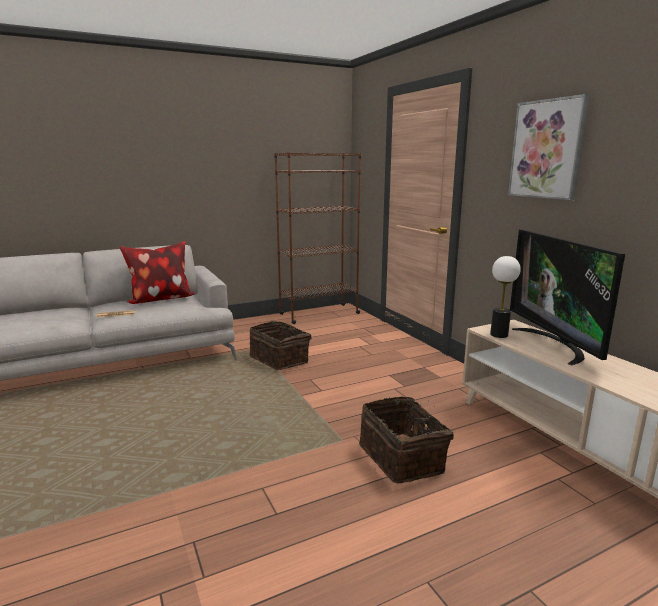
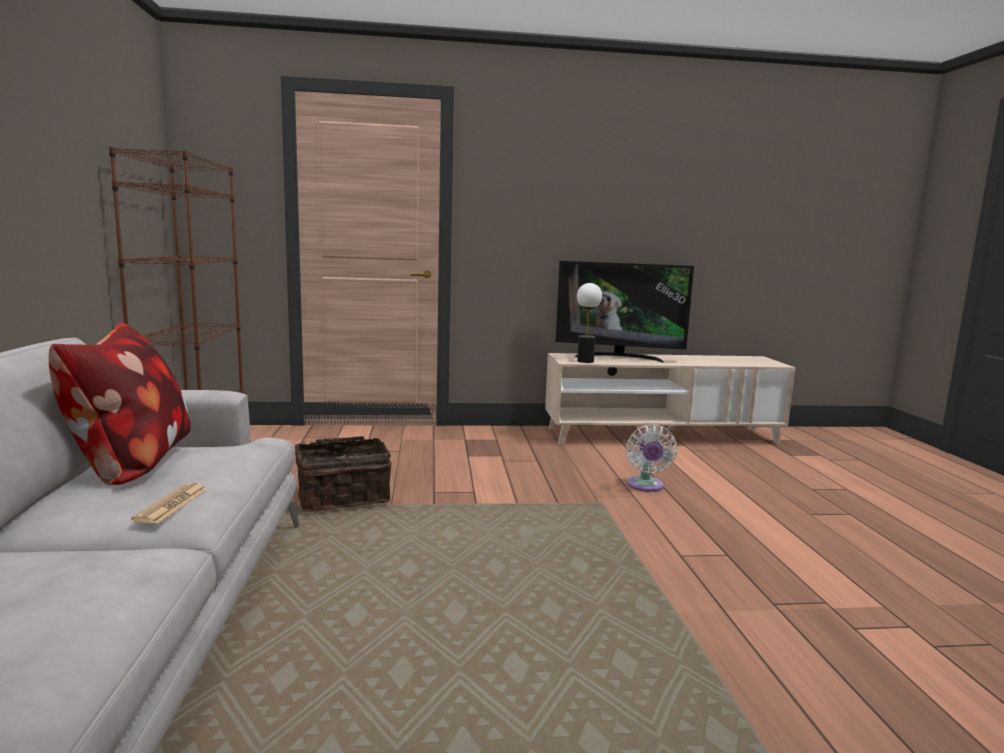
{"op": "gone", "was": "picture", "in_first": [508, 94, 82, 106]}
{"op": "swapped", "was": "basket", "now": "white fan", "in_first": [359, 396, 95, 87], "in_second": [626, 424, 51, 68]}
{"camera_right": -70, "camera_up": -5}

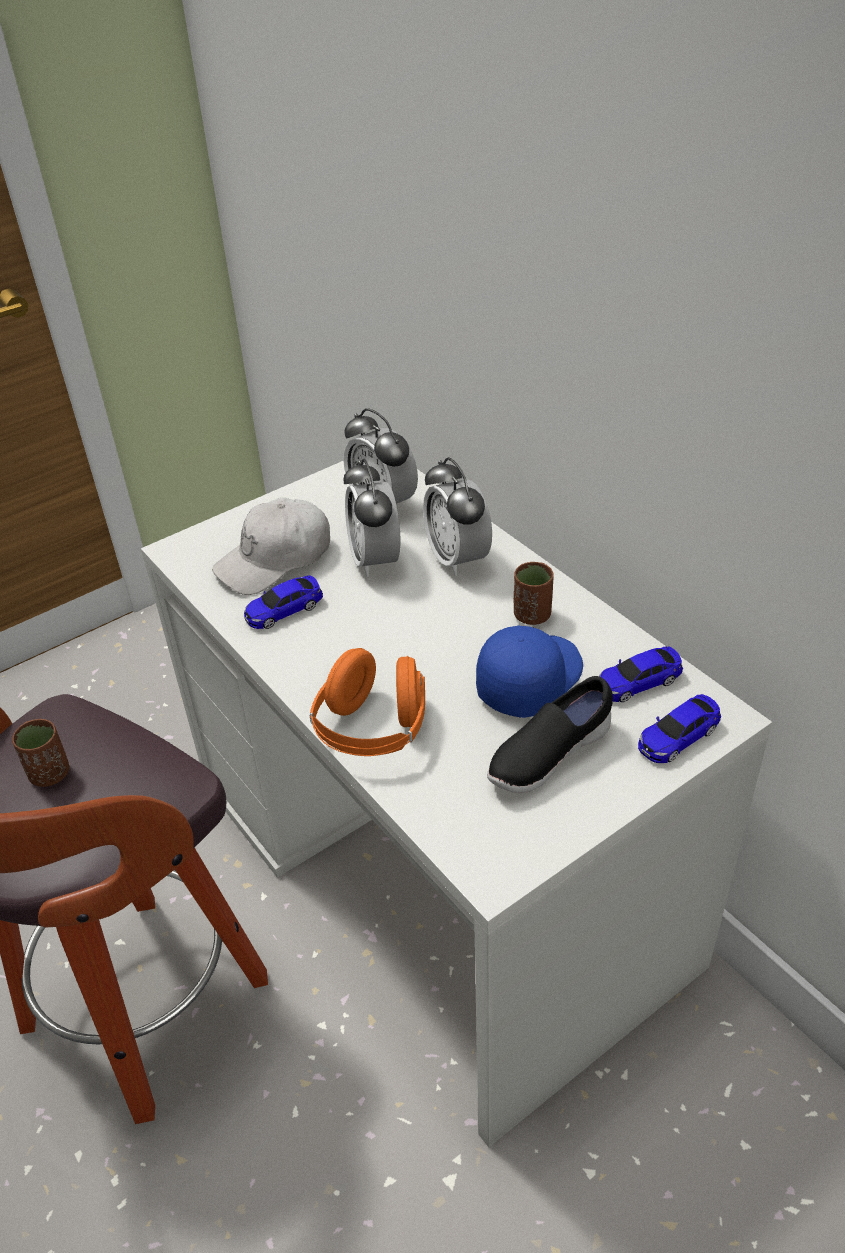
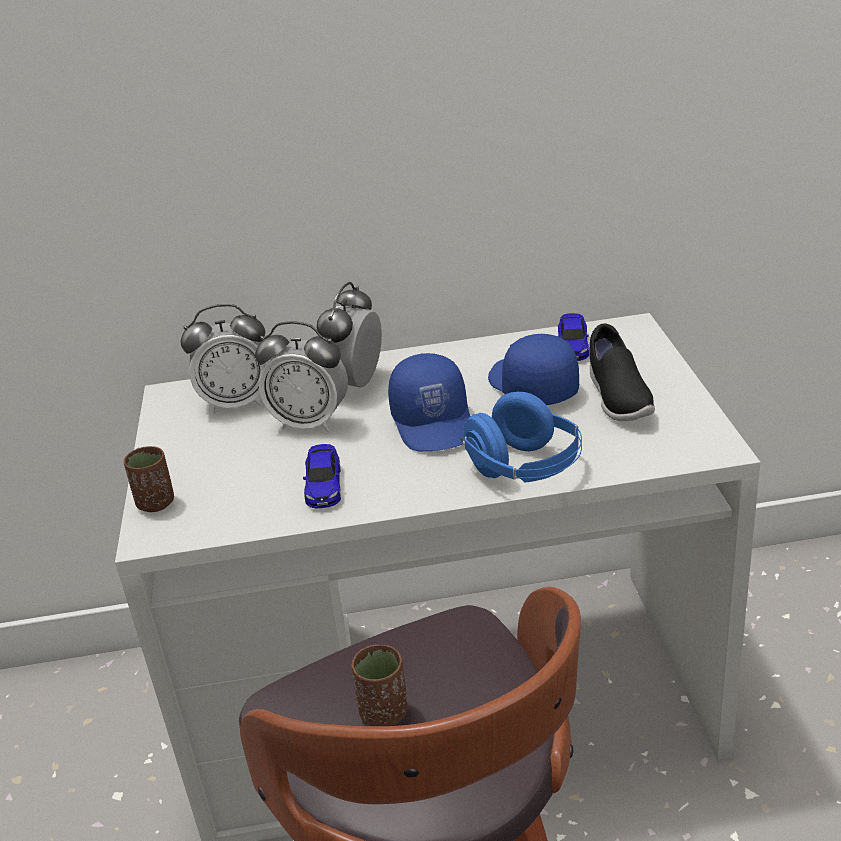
{"op": "rotated", "was": "alarm clock", "in_first": [423, 457, 69, 119], "in_second": [317, 282, 65, 106], "clockwise": 105}
{"op": "gone", "was": "white cap", "in_first": [212, 498, 118, 97]}
{"op": "shifted", "was": "brown cup", "in_first": [514, 562, 40, 63], "in_second": [124, 446, 50, 66]}
{"op": "repainted", "was": "orange headphones", "now": "blue headphones", "in_first": [310, 648, 115, 108], "in_second": [460, 392, 122, 91]}
{"op": "gone", "was": "toy car", "in_first": [638, 694, 83, 69]}
{"op": "new", "now": "blue cap", "in_second": [388, 353, 82, 98]}
{"camera_right": -60, "camera_up": -10}

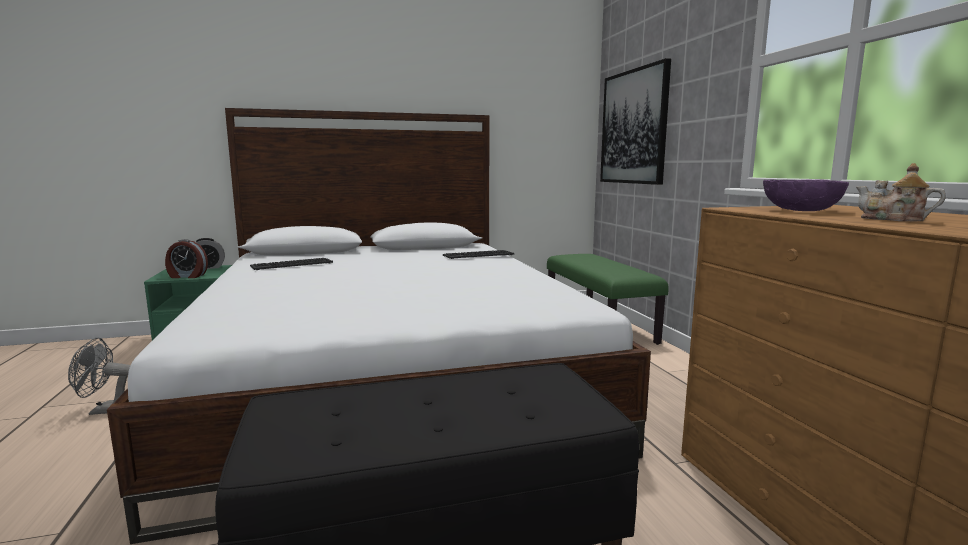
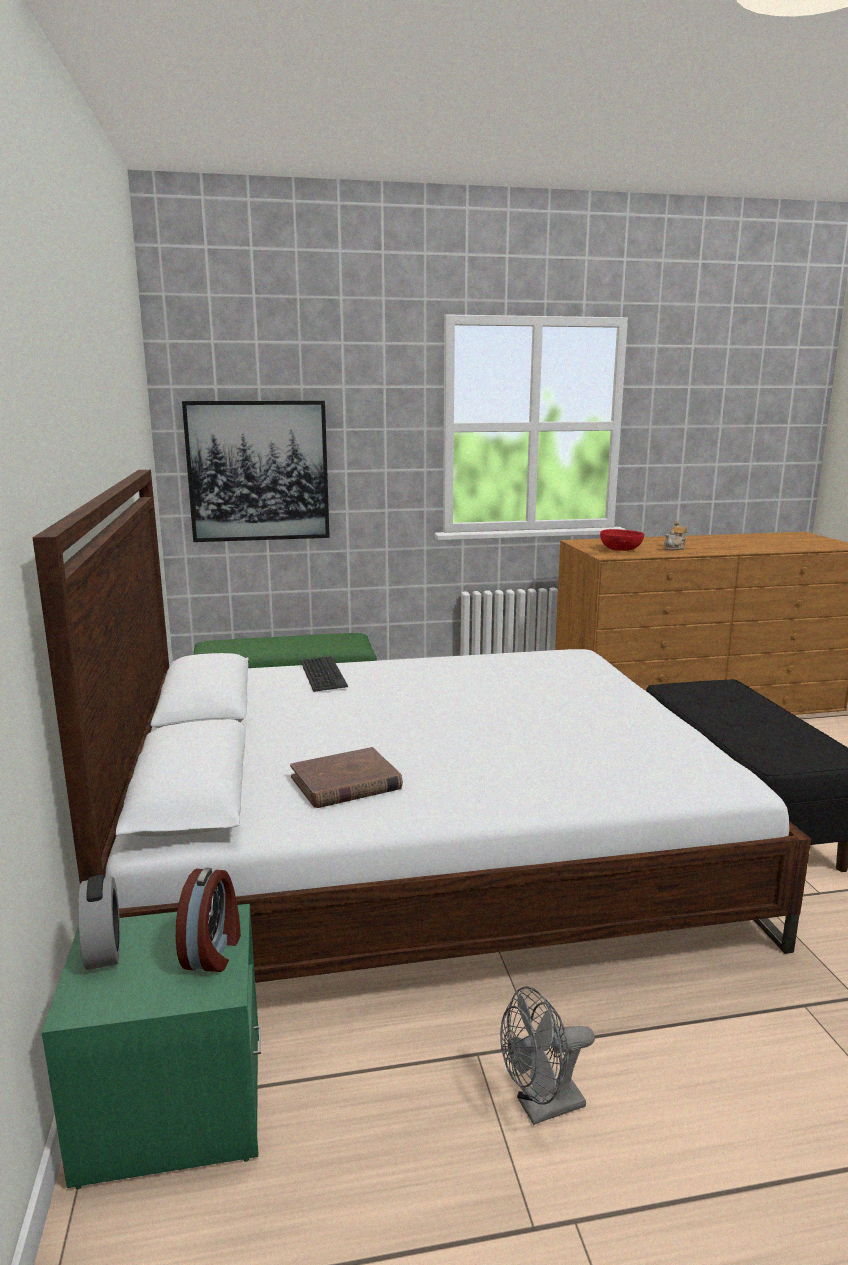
{"op": "repainted", "was": "purple bowl", "now": "red bowl", "in_first": [763, 179, 86, 32], "in_second": [600, 529, 44, 22]}
{"op": "swapped", "was": "keyboard", "now": "brown book", "in_first": [250, 258, 83, 12], "in_second": [290, 747, 113, 61]}
{"op": "rotated", "was": "grey fan", "in_first": [68, 338, 63, 77], "in_second": [500, 986, 95, 139], "clockwise": 75}
{"camera_right": -85, "camera_up": 5}

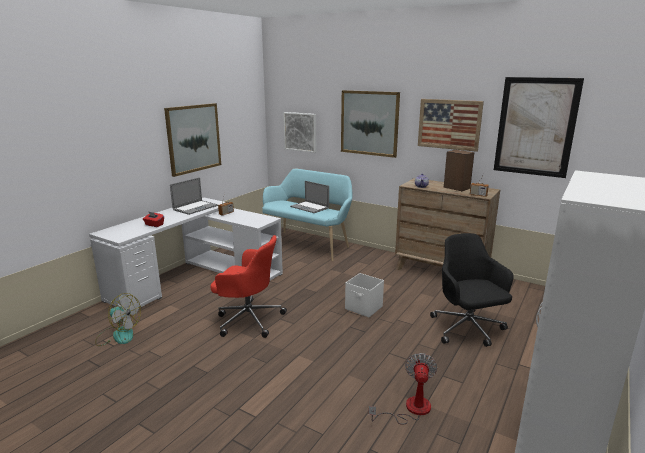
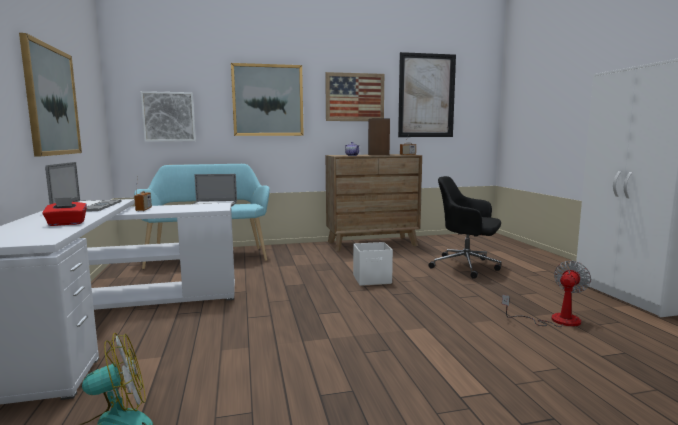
{"op": "gone", "was": "red office chair", "in_first": [210, 235, 77, 103]}
{"op": "rotated", "was": "fan", "in_first": [369, 353, 68, 72], "in_second": [502, 261, 89, 66], "clockwise": 75}
{"camera_right": -45, "camera_up": -10}

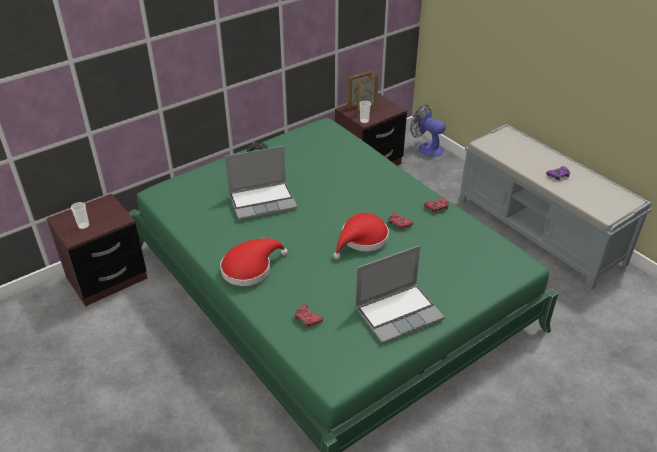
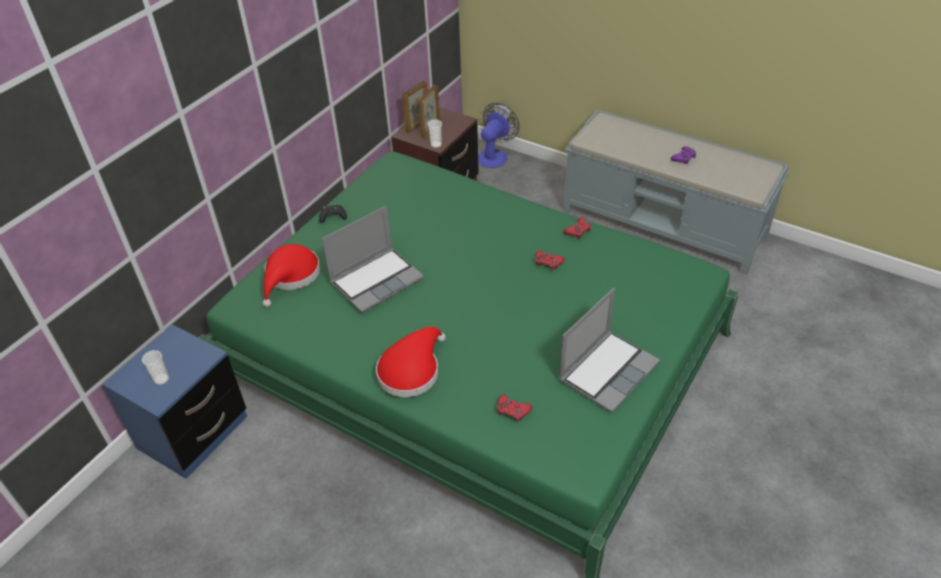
{"op": "rotated", "was": "fan", "in_first": [410, 105, 36, 52], "in_second": [478, 103, 42, 65], "clockwise": 105}
{"op": "repainted", "was": "brown nightstand", "now": "blue nightstand", "in_first": [46, 194, 101, 112], "in_second": [102, 324, 145, 155]}
{"op": "shifted", "was": "red hat", "in_first": [333, 213, 56, 46], "in_second": [263, 244, 57, 63]}
{"camera_right": -20, "camera_up": 5}

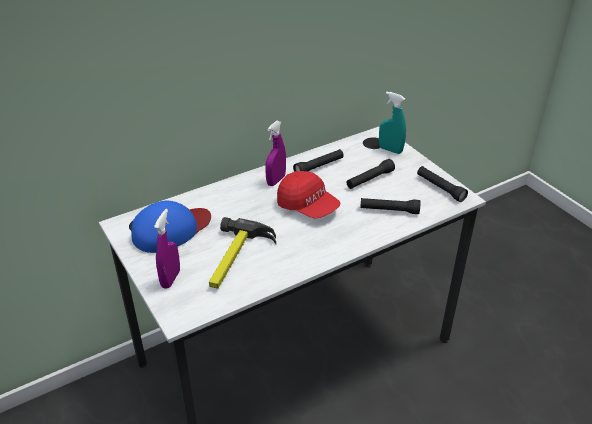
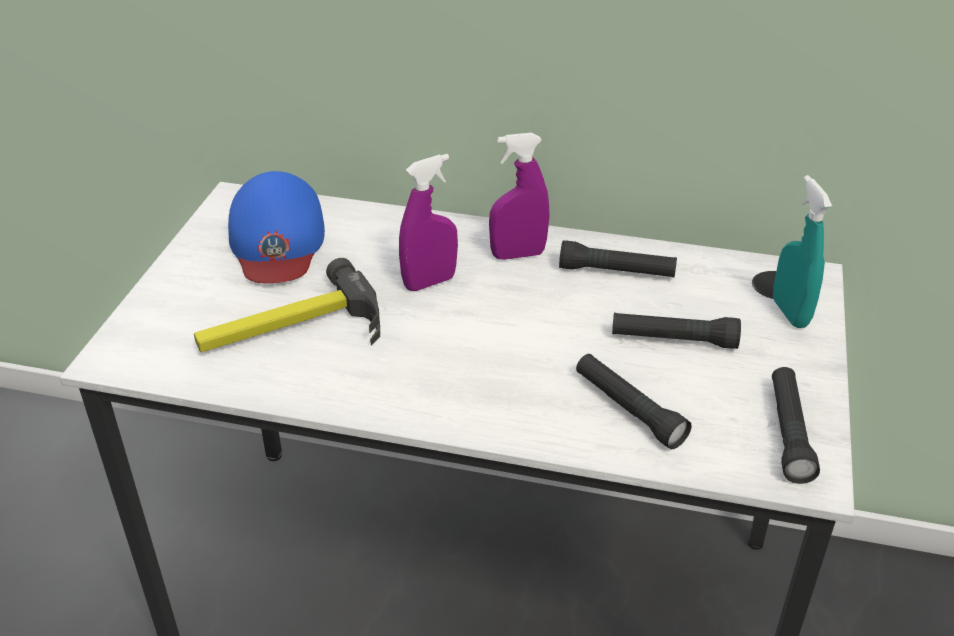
{"op": "gone", "was": "red cap", "in_first": [277, 171, 63, 48]}
{"op": "rotated", "was": "blue cap", "in_first": [131, 201, 80, 52], "in_second": [228, 171, 97, 112], "clockwise": 75}
{"op": "shifted", "was": "purple spray bottle", "in_first": [154, 209, 26, 80], "in_second": [399, 154, 59, 137]}
{"camera_right": 45, "camera_up": 0}

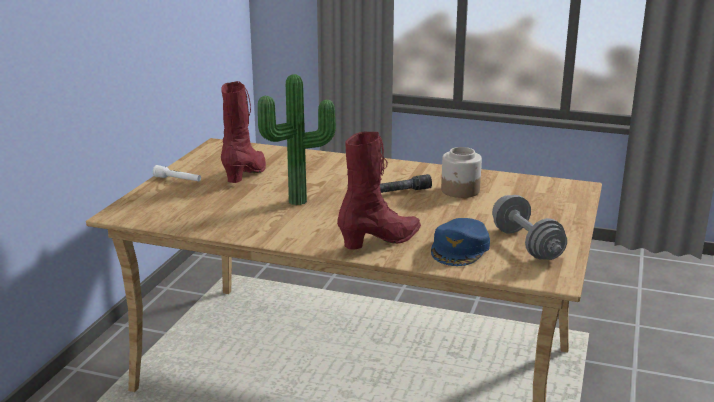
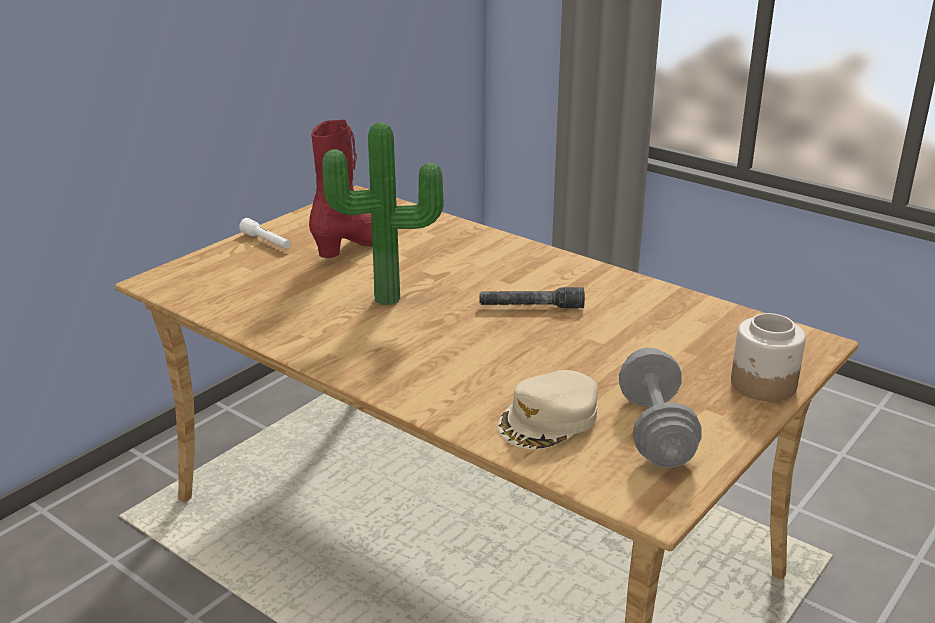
{"op": "gone", "was": "red boot", "in_first": [337, 132, 84, 117]}
{"op": "shifted", "was": "jar", "in_first": [441, 147, 41, 51], "in_second": [731, 313, 75, 89]}
{"op": "repainted", "was": "blue cap", "now": "beige cap", "in_first": [431, 218, 59, 48], "in_second": [497, 370, 101, 80]}
{"camera_right": 20, "camera_up": 5}

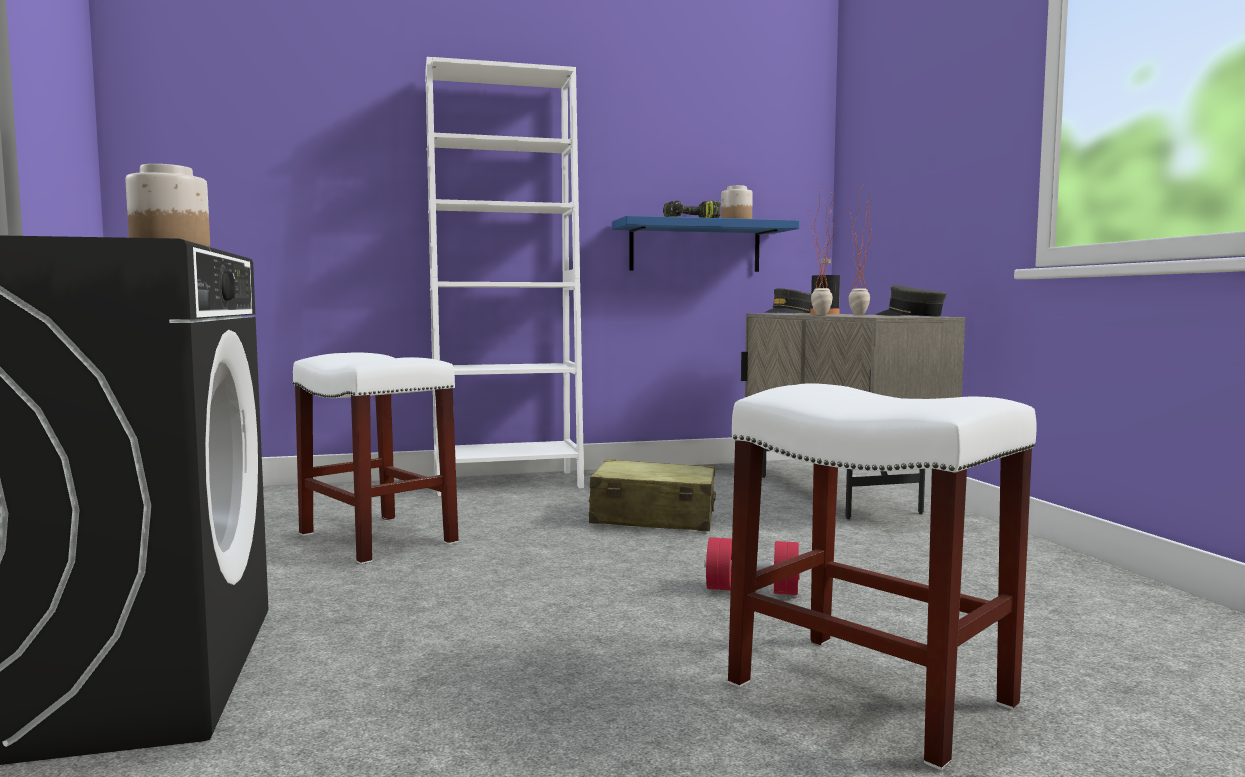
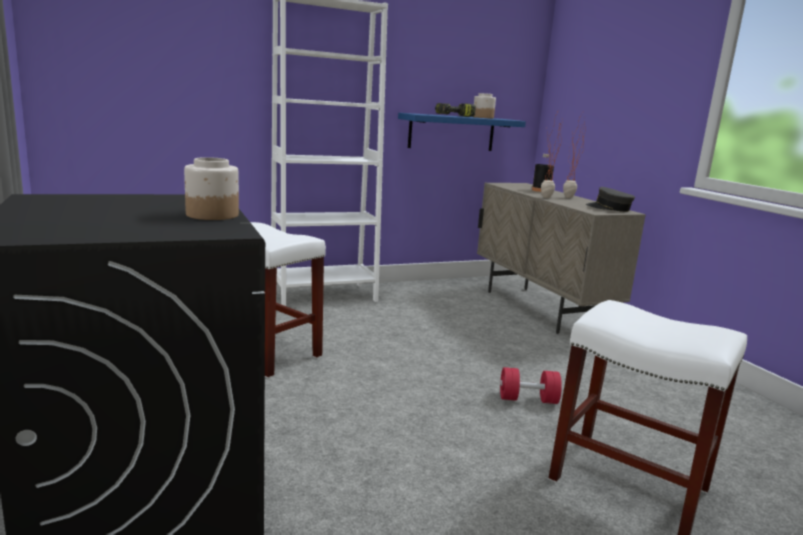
{"op": "gone", "was": "grey cap", "in_first": [765, 288, 46, 25]}
{"op": "gone", "was": "beige suitcase", "in_first": [588, 459, 128, 72]}
{"camera_right": -10, "camera_up": 10}

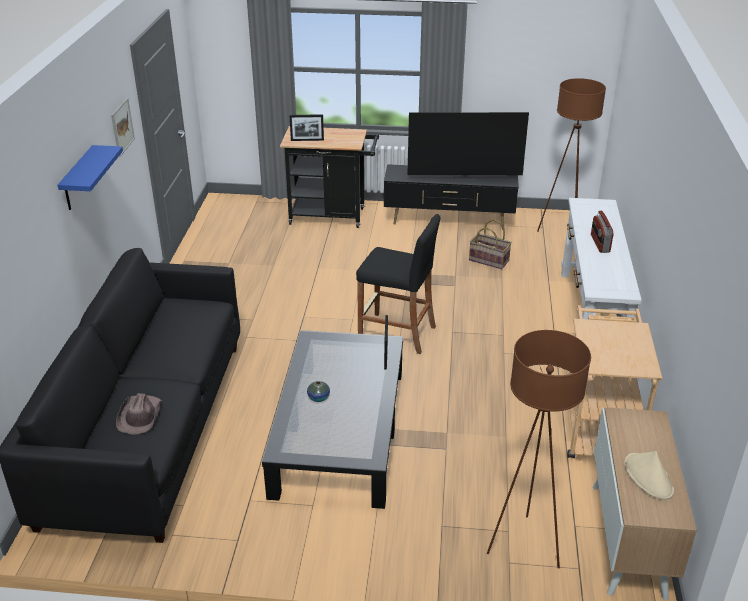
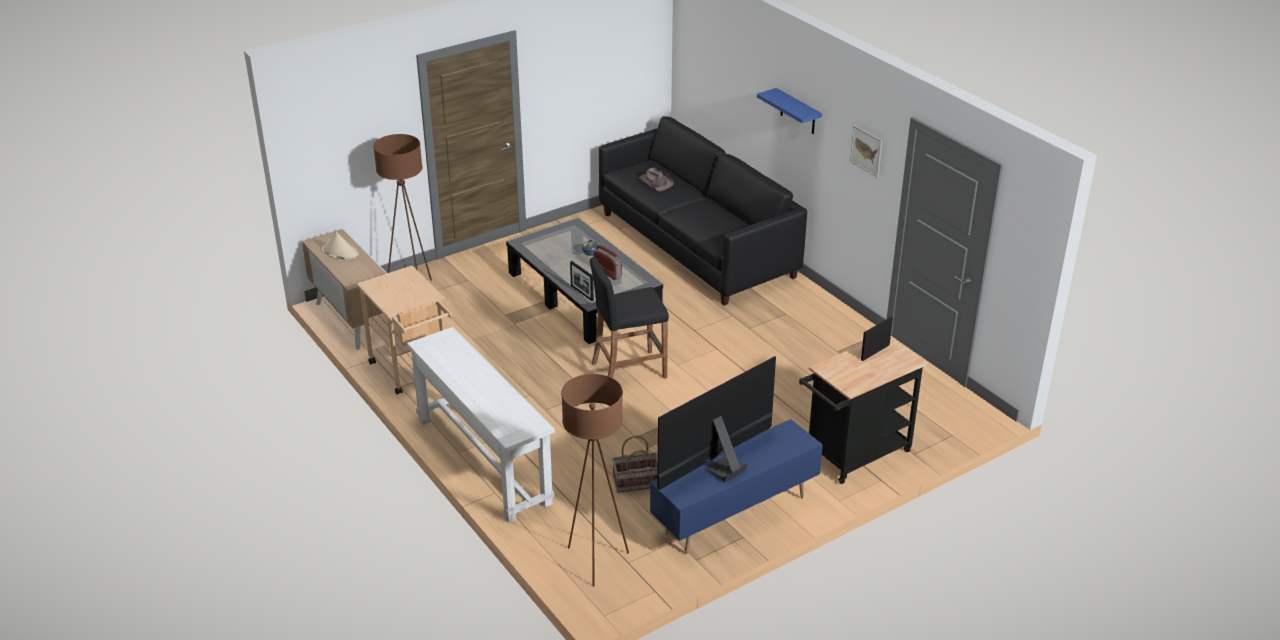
{"op": "repainted", "was": "black tv stand", "now": "blue tv stand", "in_first": [384, 164, 135, 66], "in_second": [650, 419, 173, 135]}
{"op": "shifted", "was": "radio", "in_first": [591, 211, 23, 42], "in_second": [593, 245, 29, 35]}
{"camera_right": 140, "camera_up": 0}

